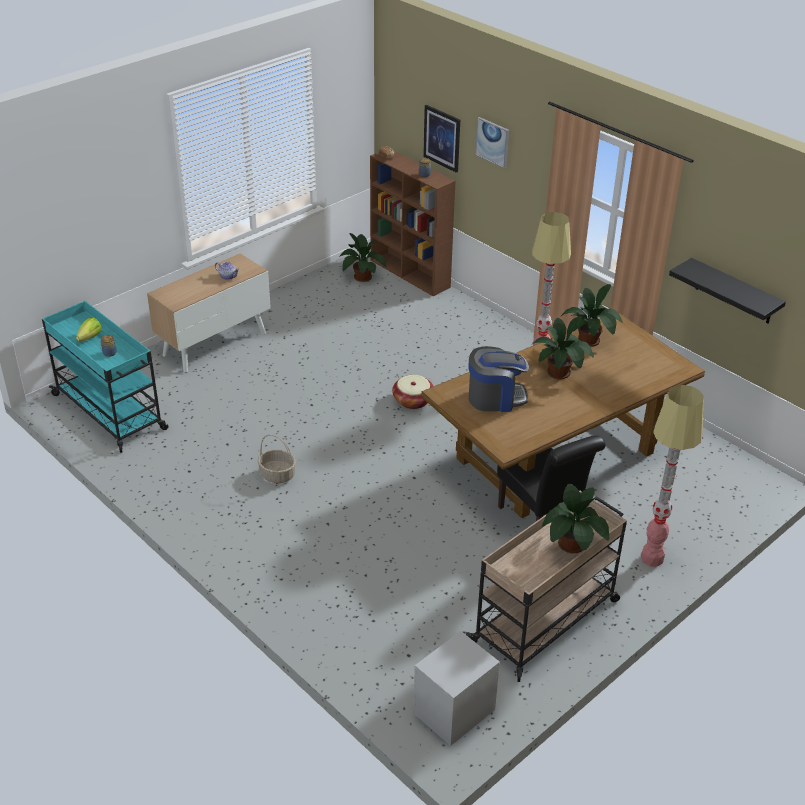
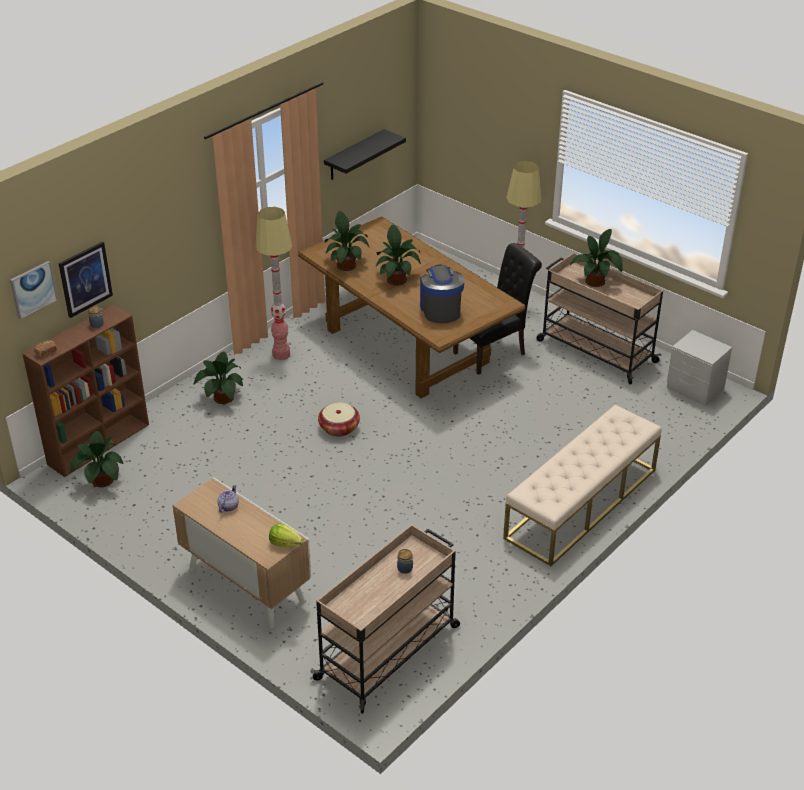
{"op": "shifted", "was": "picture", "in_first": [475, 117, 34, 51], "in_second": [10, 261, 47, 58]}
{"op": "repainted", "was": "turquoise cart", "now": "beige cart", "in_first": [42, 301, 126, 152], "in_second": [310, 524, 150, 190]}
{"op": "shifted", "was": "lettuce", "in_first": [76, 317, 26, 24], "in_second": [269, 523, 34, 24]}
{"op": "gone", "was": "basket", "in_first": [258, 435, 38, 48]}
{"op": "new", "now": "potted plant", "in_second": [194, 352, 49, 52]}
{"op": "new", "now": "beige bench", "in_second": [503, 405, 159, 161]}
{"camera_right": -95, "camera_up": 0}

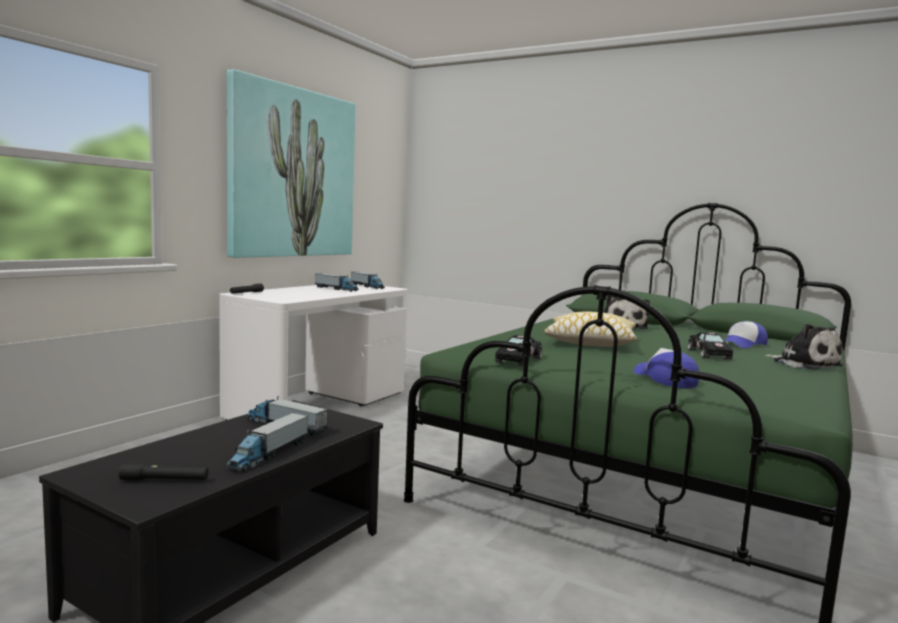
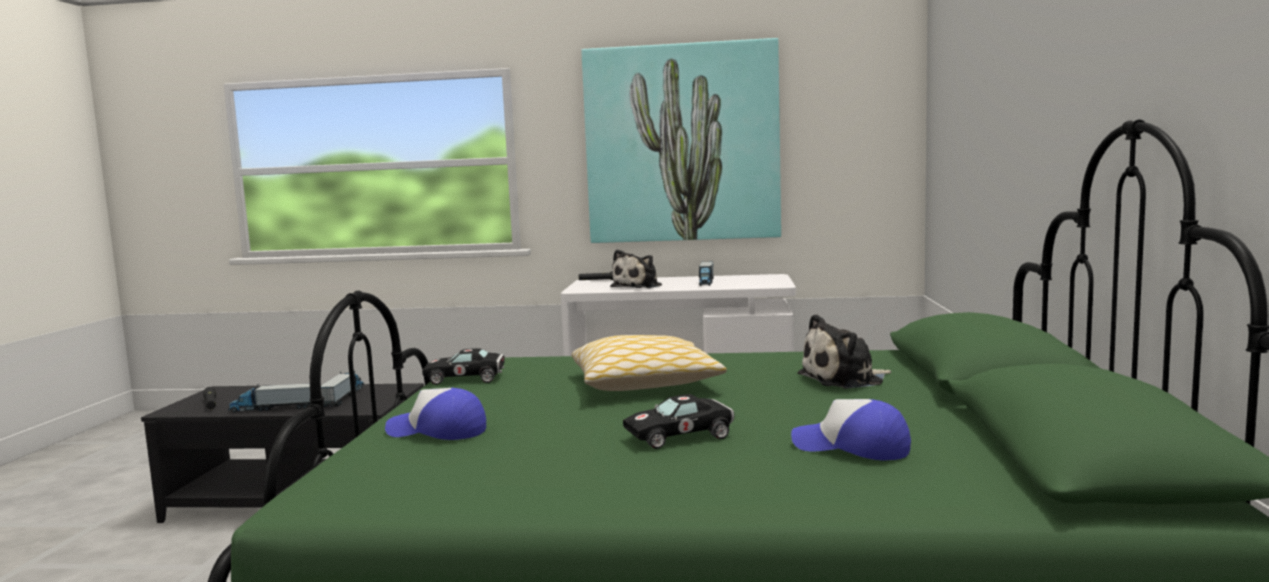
{"op": "gone", "was": "toy truck", "in_first": [351, 272, 34, 17]}
{"op": "shifted", "was": "plush toy", "in_first": [764, 323, 79, 47], "in_second": [610, 250, 52, 39]}
{"op": "rotated", "was": "cap", "in_first": [634, 348, 65, 40], "in_second": [385, 388, 101, 52], "clockwise": -120}
{"camera_right": 65, "camera_up": 0}

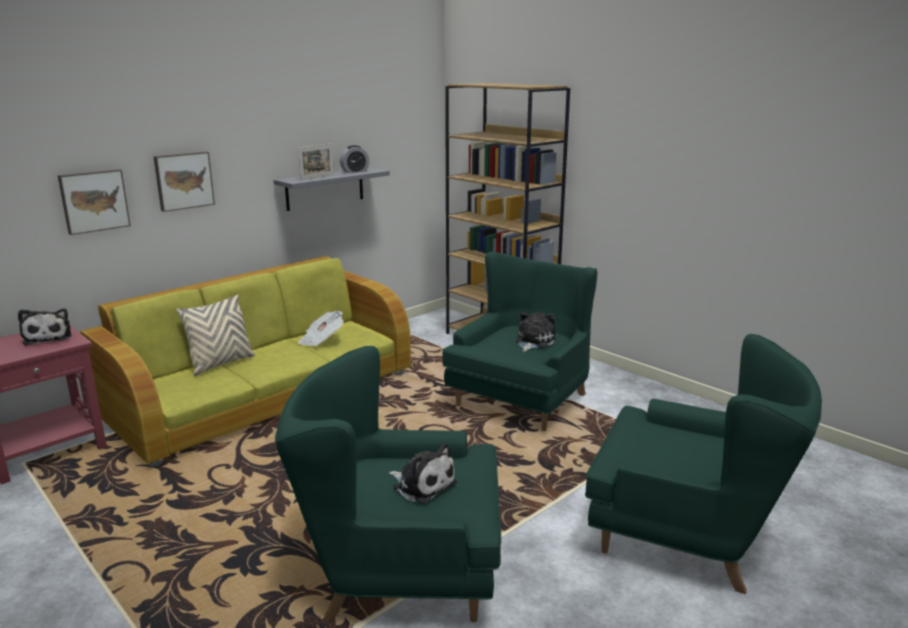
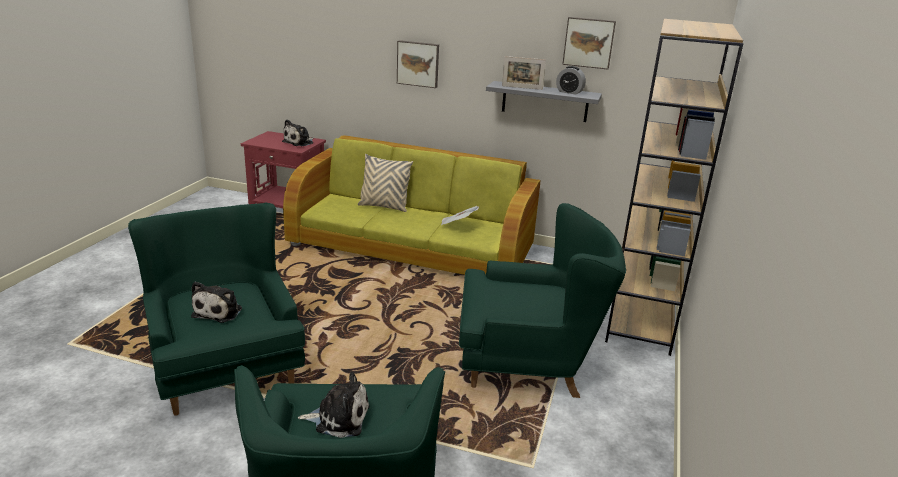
{"op": "shifted", "was": "picture", "in_first": [58, 169, 73, 66], "in_second": [562, 17, 54, 52]}
{"op": "shifted", "was": "plush toy", "in_first": [515, 312, 41, 40], "in_second": [298, 372, 71, 66]}
{"camera_right": 60, "camera_up": 5}

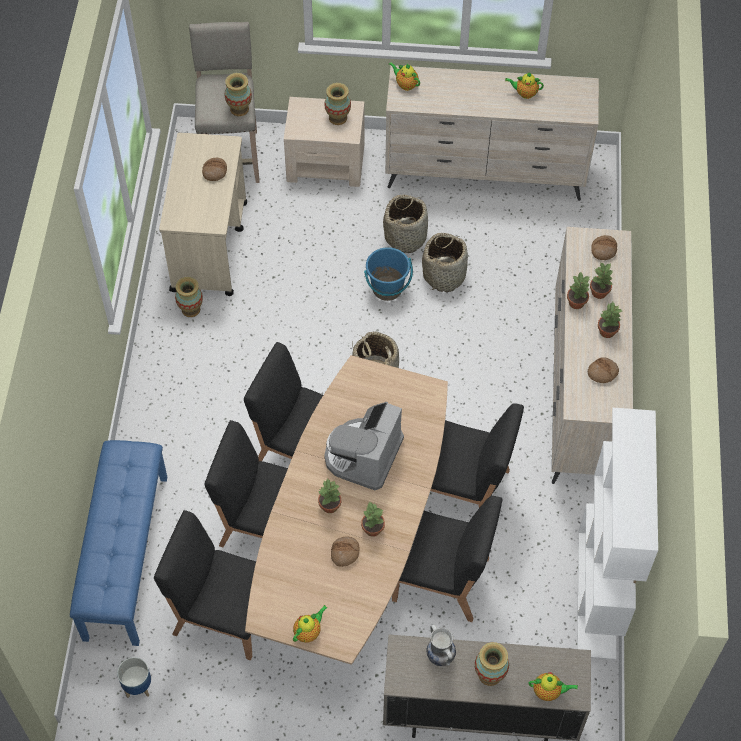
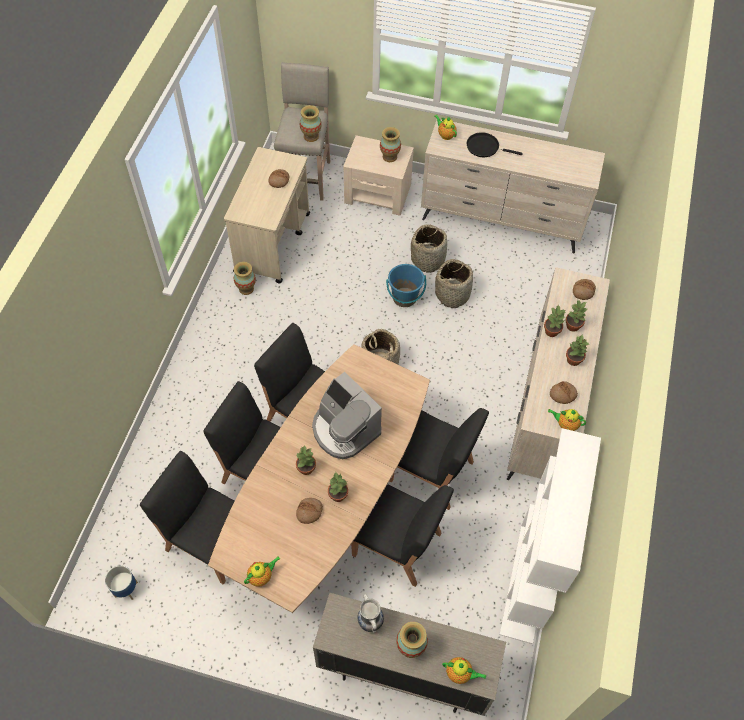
{"op": "shifted", "was": "teapot", "in_first": [505, 72, 39, 27], "in_second": [548, 409, 38, 22]}
{"op": "rotated", "was": "coffee machine", "in_first": [324, 402, 80, 88], "in_second": [312, 372, 70, 87], "clockwise": -75}
{"op": "gone", "was": "blue bench", "in_first": [70, 440, 97, 206]}
{"op": "new", "now": "black frying pan", "in_second": [467, 132, 56, 25]}
{"camera_right": 10, "camera_up": 0}

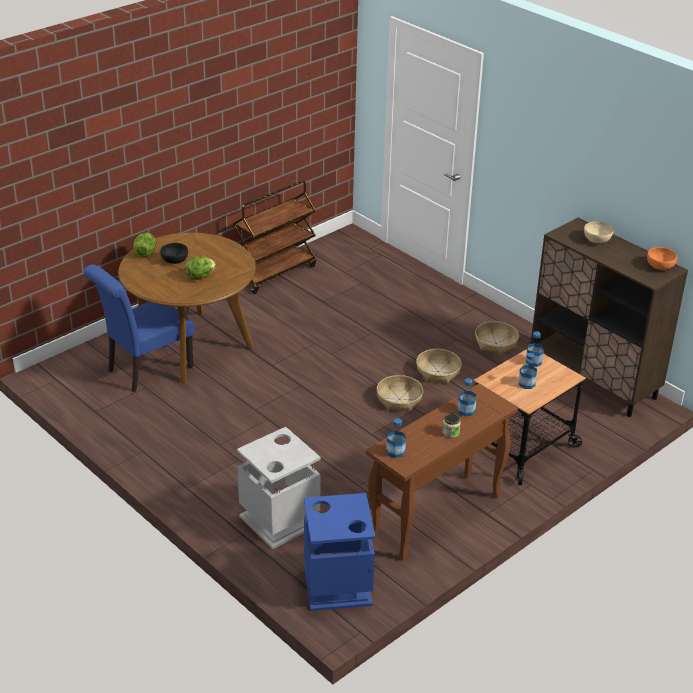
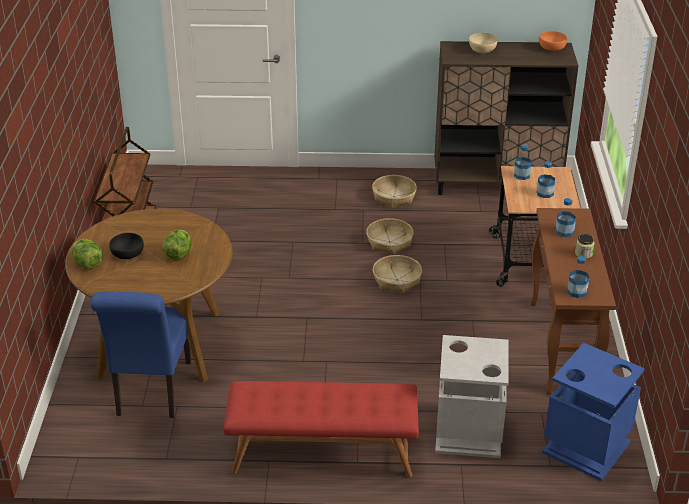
{"op": "new", "now": "red bench", "in_second": [223, 381, 196, 96]}
{"camera_right": -45, "camera_up": 0}

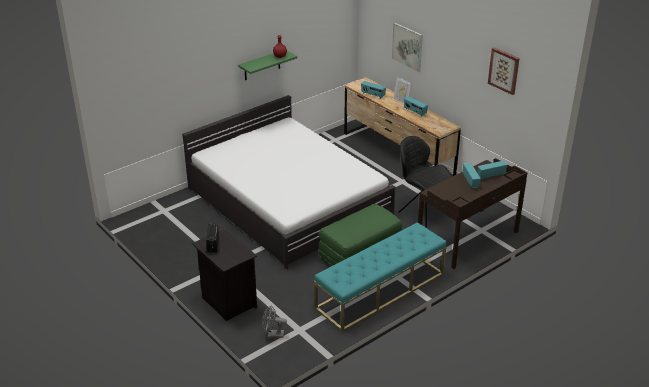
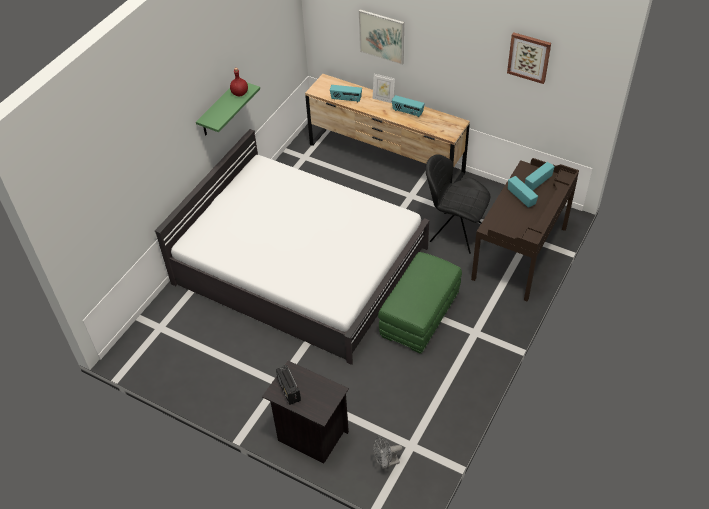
{"op": "gone", "was": "turquoise bench", "in_first": [314, 222, 133, 110]}
{"camera_right": -20, "camera_up": 15}

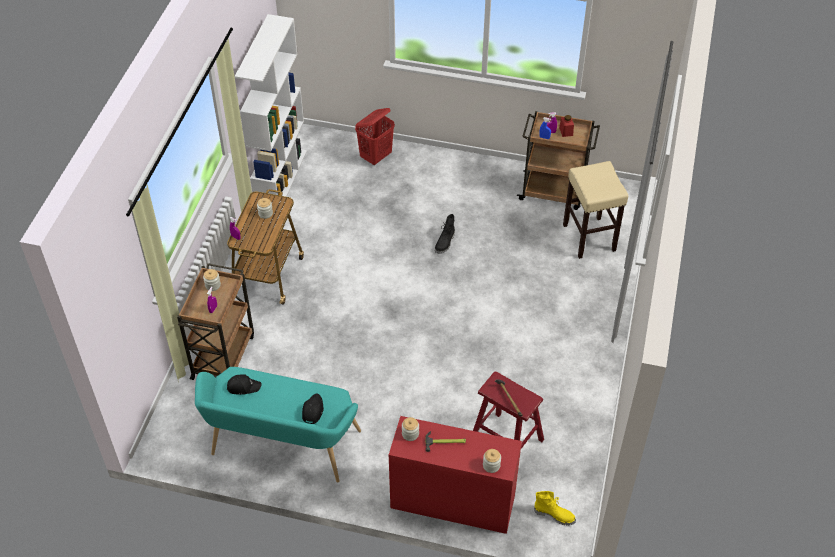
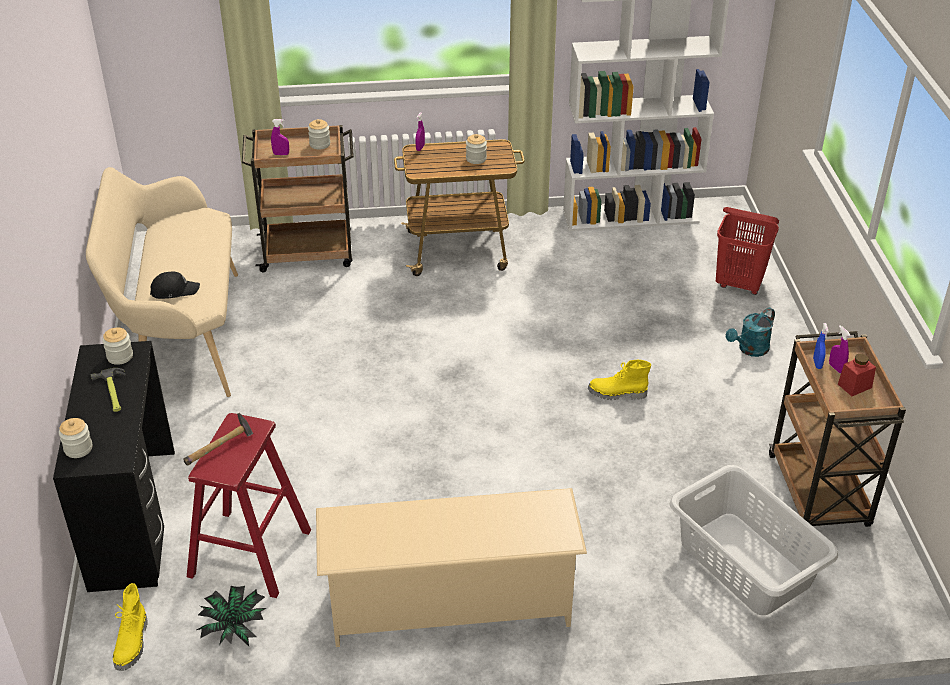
{"op": "swapped", "was": "beige stool", "now": "grey laundry basket", "in_first": [563, 161, 65, 98], "in_second": [670, 465, 168, 150]}
{"op": "repainted", "was": "black boot", "now": "yellow boot", "in_first": [435, 214, 20, 40], "in_second": [588, 360, 63, 40]}
{"op": "repainted", "was": "turquoise bench", "now": "beige bench", "in_first": [195, 367, 166, 116], "in_second": [86, 167, 152, 230]}
{"op": "gone", "was": "black cap", "in_first": [227, 374, 35, 21]}
{"op": "repainted", "was": "red desk", "now": "black desk", "in_first": [389, 416, 133, 118], "in_second": [53, 341, 122, 251]}
{"op": "new", "now": "turquoise watering can", "in_second": [726, 308, 49, 49]}
{"op": "new", "now": "beige shoe rack", "in_second": [316, 488, 271, 159]}
{"op": "new", "now": "potted plant", "in_second": [197, 586, 69, 60]}
{"camera_right": 70, "camera_up": -10}

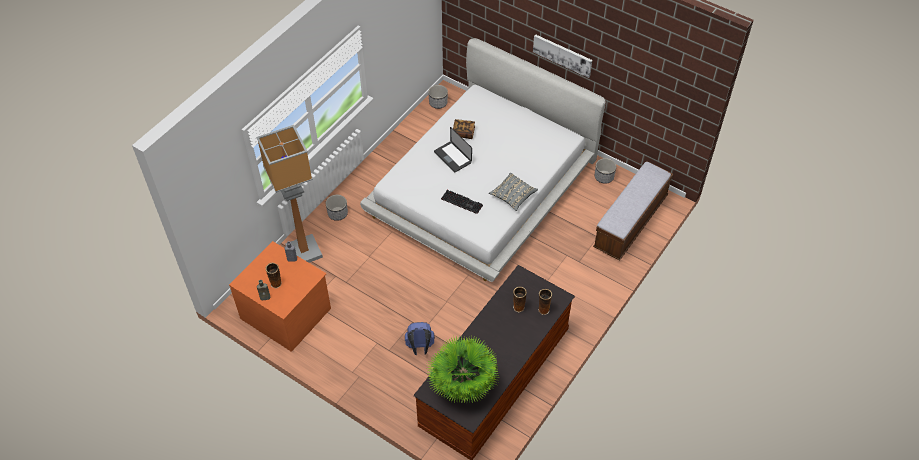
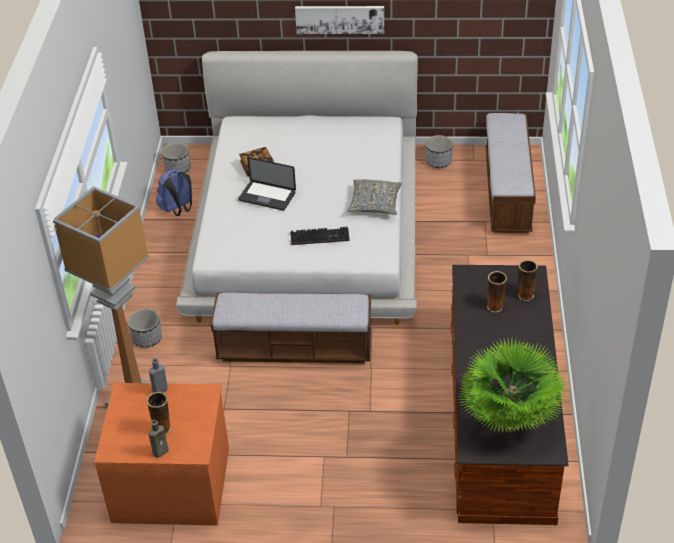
{"op": "shifted", "was": "blue backpack", "in_first": [405, 322, 30, 33], "in_second": [156, 169, 36, 47]}
{"op": "new", "now": "bench", "in_second": [211, 293, 161, 70]}
{"camera_right": -30, "camera_up": -10}

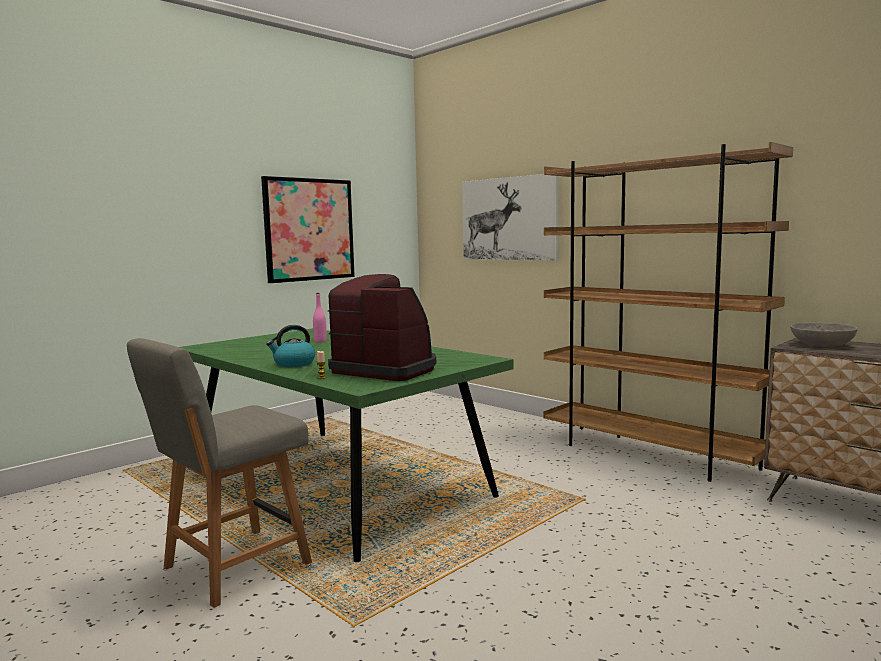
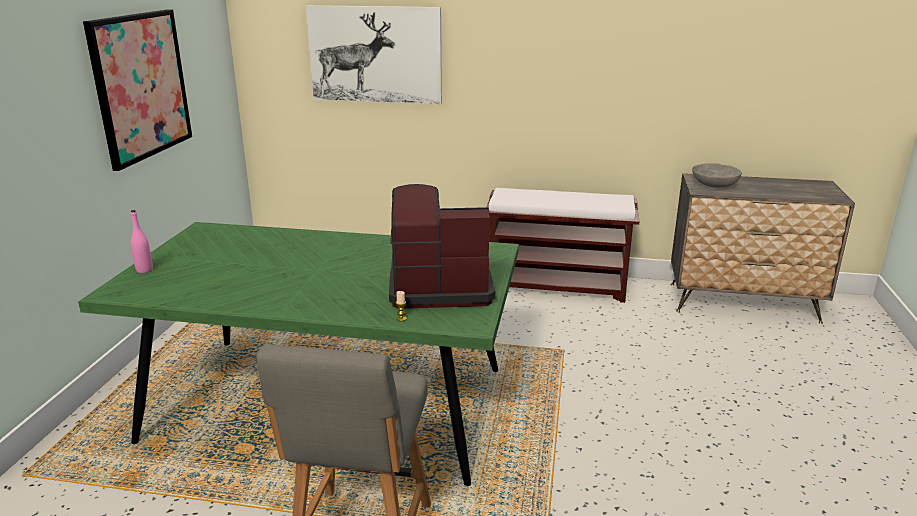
{"op": "swapped", "was": "brown bookcase", "now": "brown bench", "in_first": [544, 142, 249, 340], "in_second": [486, 188, 153, 115]}
{"op": "shifted", "was": "pink bottle", "in_first": [313, 293, 14, 50], "in_second": [131, 210, 22, 63]}
{"op": "gone", "was": "kettle", "in_first": [266, 325, 49, 42]}
{"camera_right": -35, "camera_up": 15}

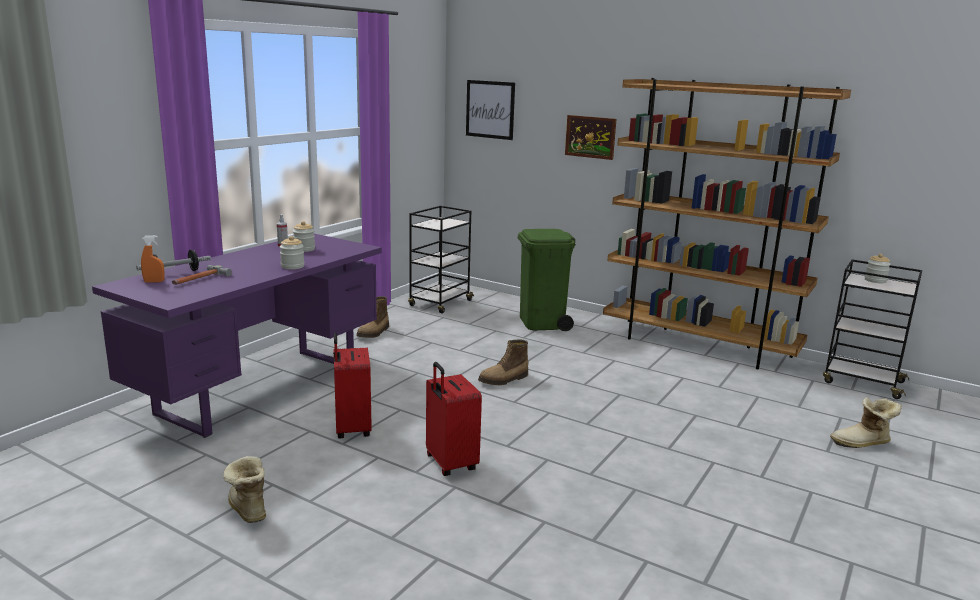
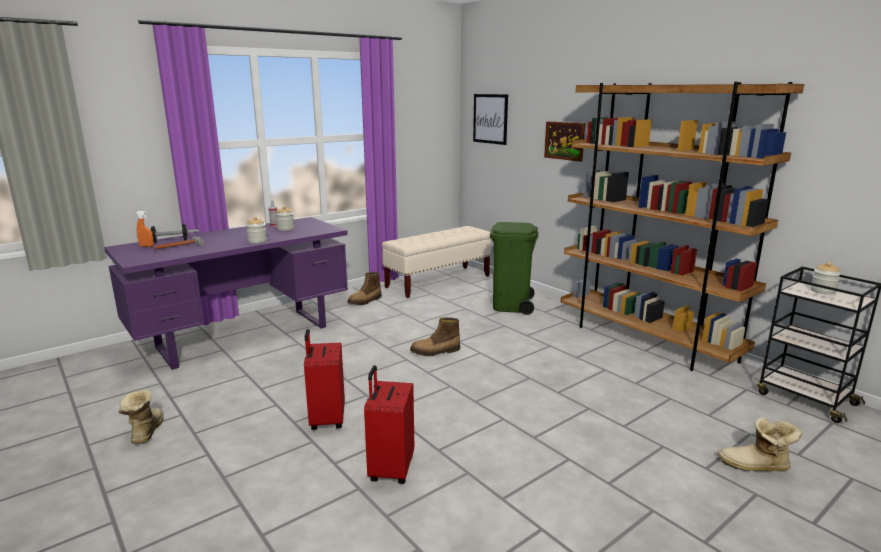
{"op": "swapped", "was": "black cart", "now": "beige bench", "in_first": [408, 206, 66, 108], "in_second": [382, 226, 109, 72]}
{"op": "shifted", "was": "red suitcase", "in_first": [333, 332, 39, 106], "in_second": [364, 365, 50, 119]}
{"camera_right": 20, "camera_up": 0}

